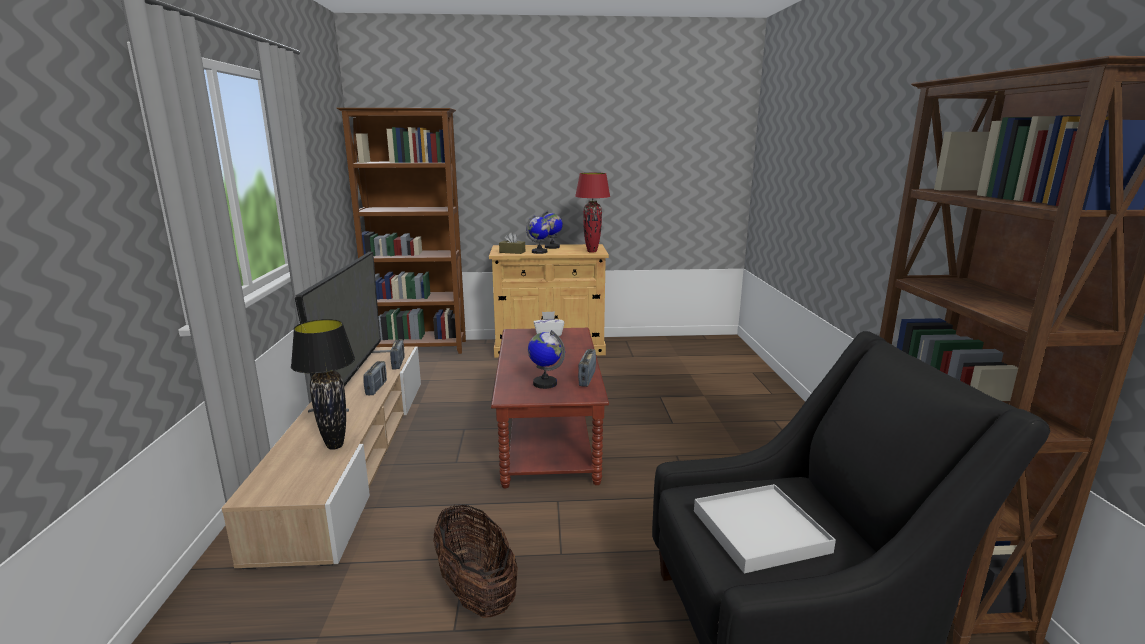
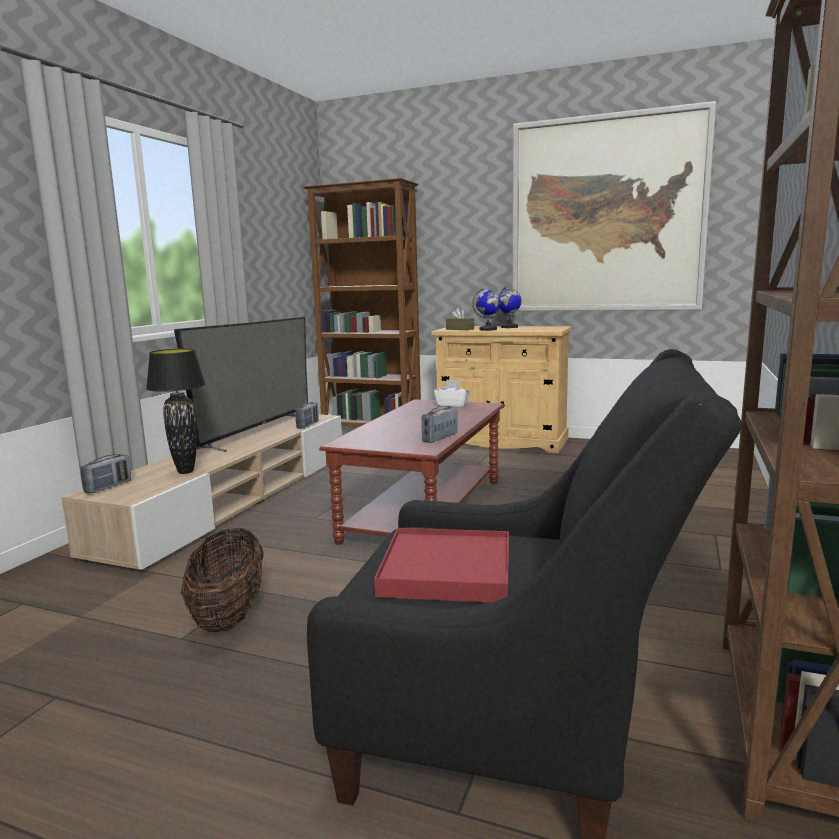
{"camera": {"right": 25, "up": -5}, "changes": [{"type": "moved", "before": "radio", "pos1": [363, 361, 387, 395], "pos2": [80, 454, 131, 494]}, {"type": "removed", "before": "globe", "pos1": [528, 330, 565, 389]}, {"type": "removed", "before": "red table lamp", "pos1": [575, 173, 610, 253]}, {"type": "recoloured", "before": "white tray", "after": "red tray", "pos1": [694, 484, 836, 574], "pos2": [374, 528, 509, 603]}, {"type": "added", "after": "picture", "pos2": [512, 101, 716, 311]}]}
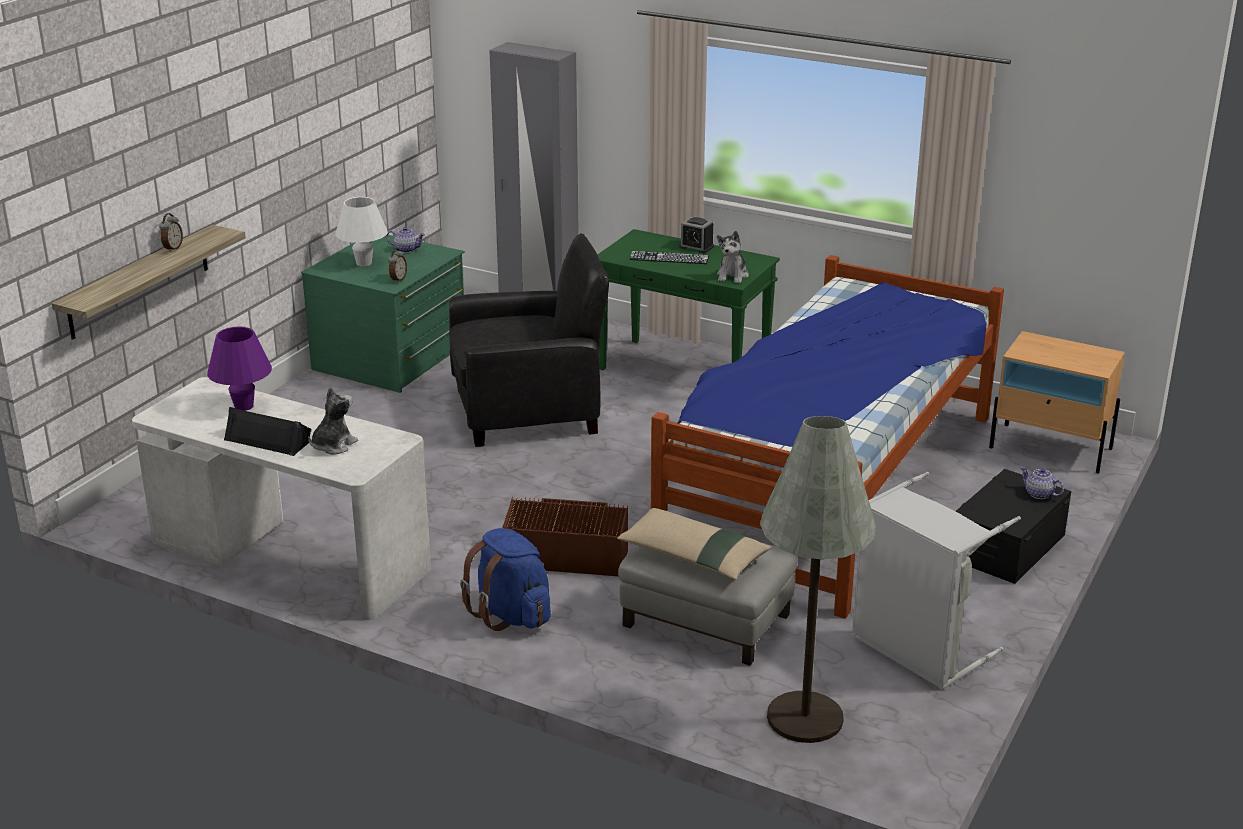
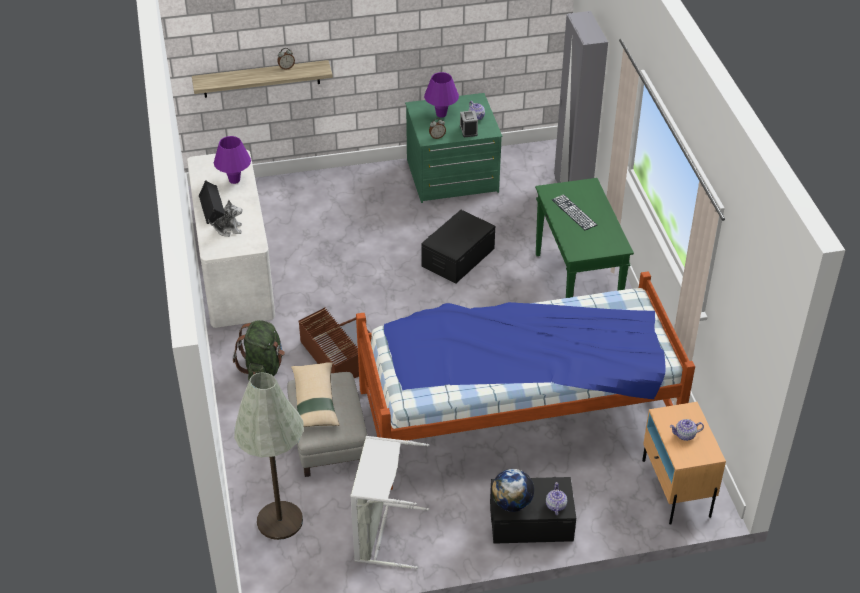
{"camera": {"right": 50, "up": 15}, "changes": [{"type": "recoloured", "before": "white table lamp", "after": "purple table lamp", "pos1": [336, 197, 388, 266], "pos2": [424, 72, 459, 118]}, {"type": "replaced", "before": "black armchair", "after": "black storage box", "pos1": [449, 233, 609, 447], "pos2": [421, 210, 495, 284]}, {"type": "recoloured", "before": "blue backpack", "after": "green backpack", "pos1": [460, 528, 551, 631], "pos2": [233, 320, 285, 380]}, {"type": "moved", "before": "alarm clock", "pos1": [679, 217, 714, 253], "pos2": [460, 110, 478, 137]}, {"type": "removed", "before": "plush toy", "pos1": [717, 231, 749, 284]}, {"type": "added", "after": "globe", "pos2": [492, 469, 534, 512]}, {"type": "added", "after": "teapot", "pos2": [670, 419, 704, 441]}]}
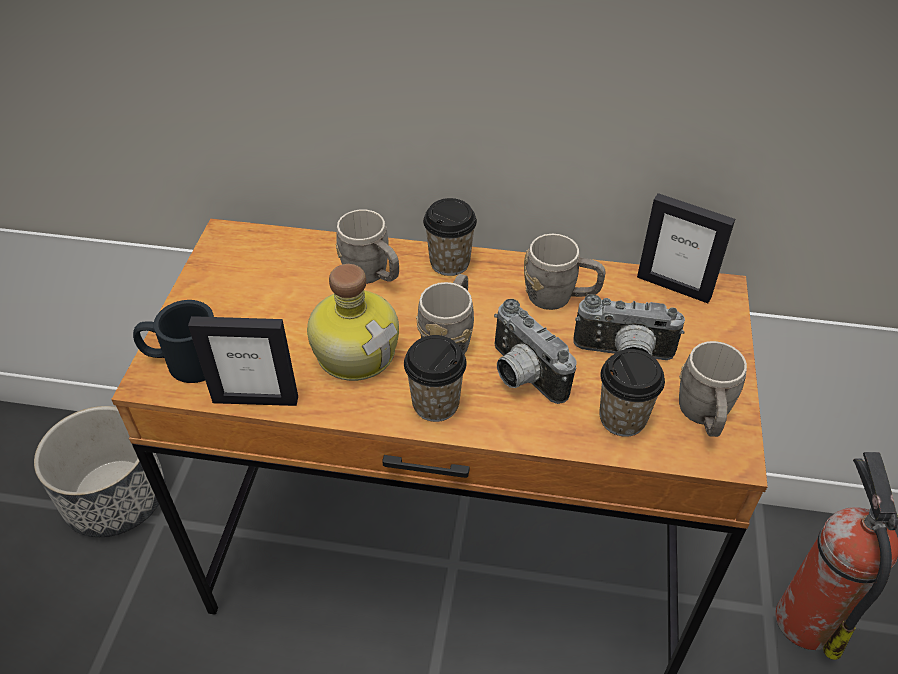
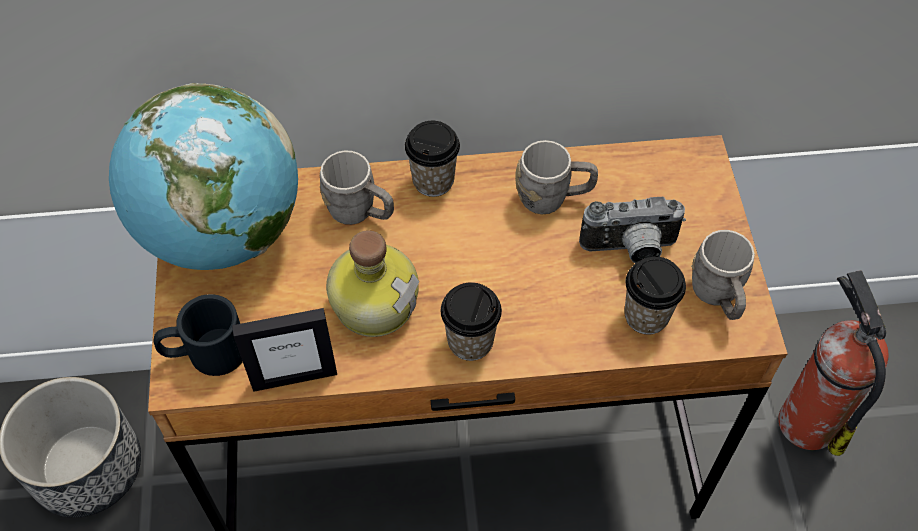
{"camera": {"right": -15, "up": 10}, "changes": [{"type": "removed", "before": "grey mug", "pos1": [416, 274, 474, 354]}, {"type": "removed", "before": "photo camera", "pos1": [494, 299, 576, 404]}, {"type": "removed", "before": "picture frame", "pos1": [637, 193, 735, 303]}, {"type": "added", "after": "globe", "pos2": [109, 83, 298, 270]}]}
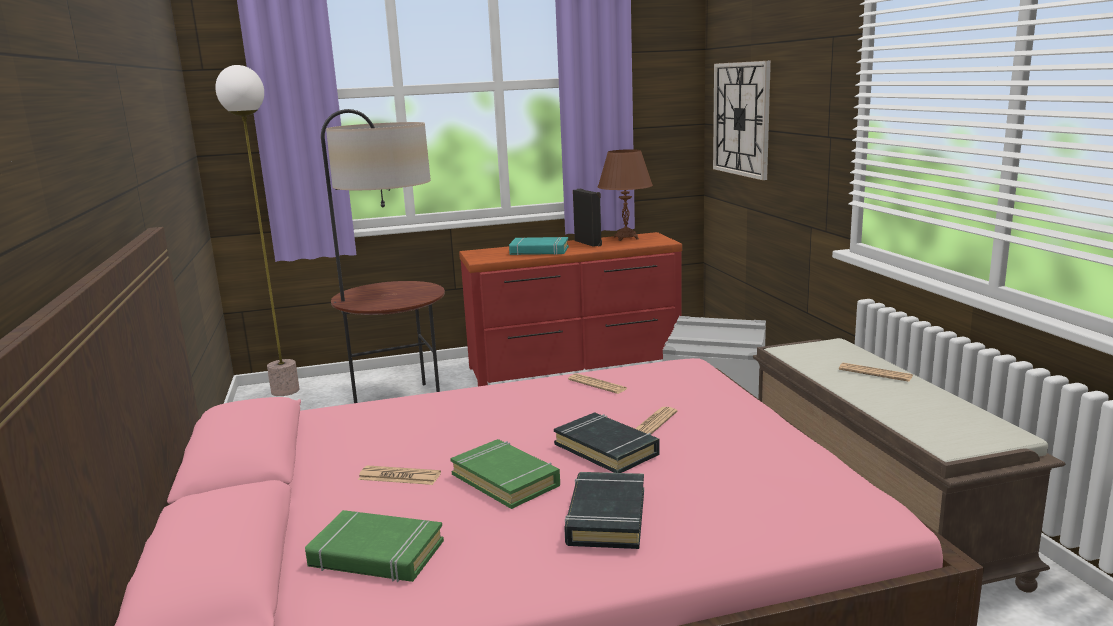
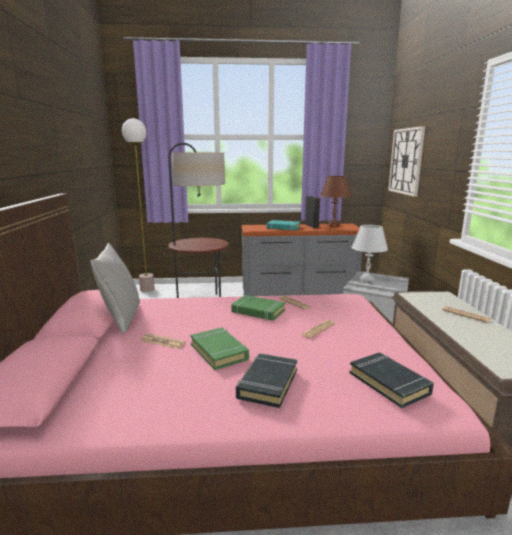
{"camera": {"right": 10, "up": 0}, "changes": [{"type": "moved", "before": "green book", "pos1": [305, 510, 444, 582], "pos2": [231, 295, 285, 321]}, {"type": "recoloured", "before": "red dresser", "after": "grey dresser", "pos1": [459, 232, 682, 386], "pos2": [242, 224, 362, 296]}, {"type": "moved", "before": "black book", "pos1": [554, 413, 660, 473], "pos2": [350, 352, 434, 408]}, {"type": "added", "after": "grey pillow", "pos2": [90, 243, 140, 334]}, {"type": "added", "after": "white table lamp", "pos2": [352, 224, 388, 283]}]}
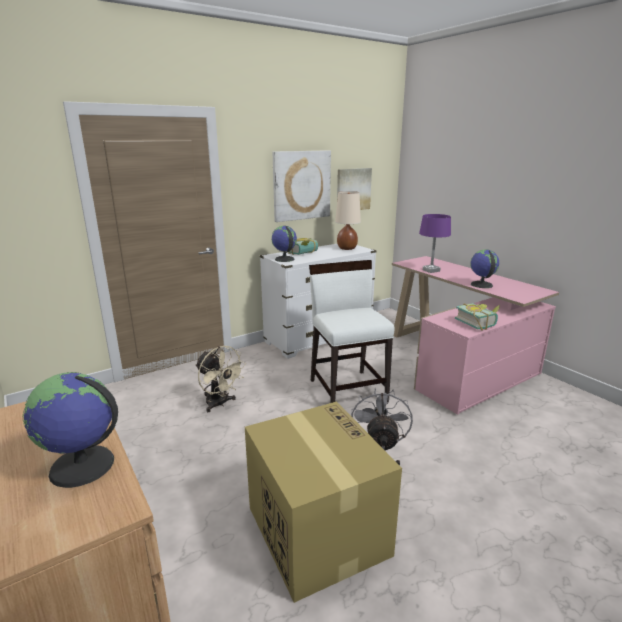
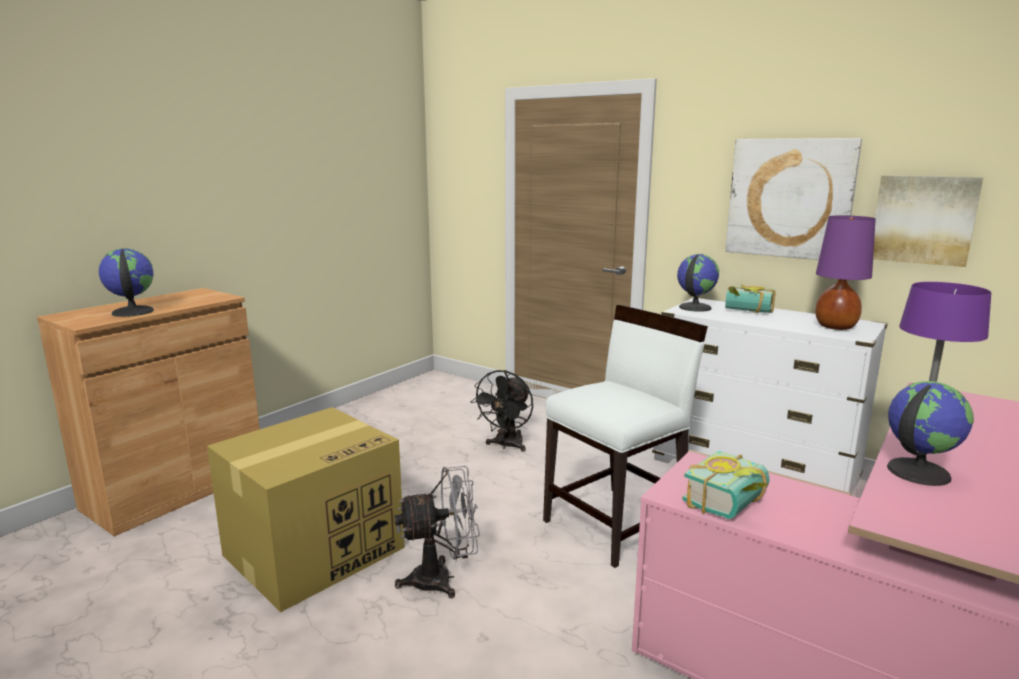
{"camera": {"right": 70, "up": -5}, "changes": [{"type": "recoloured", "before": "beige fan", "after": "black fan", "pos1": [195, 346, 246, 412], "pos2": [471, 370, 533, 452]}, {"type": "recoloured", "before": "beige table lamp", "after": "purple table lamp", "pos1": [335, 191, 361, 250], "pos2": [815, 215, 876, 330]}]}
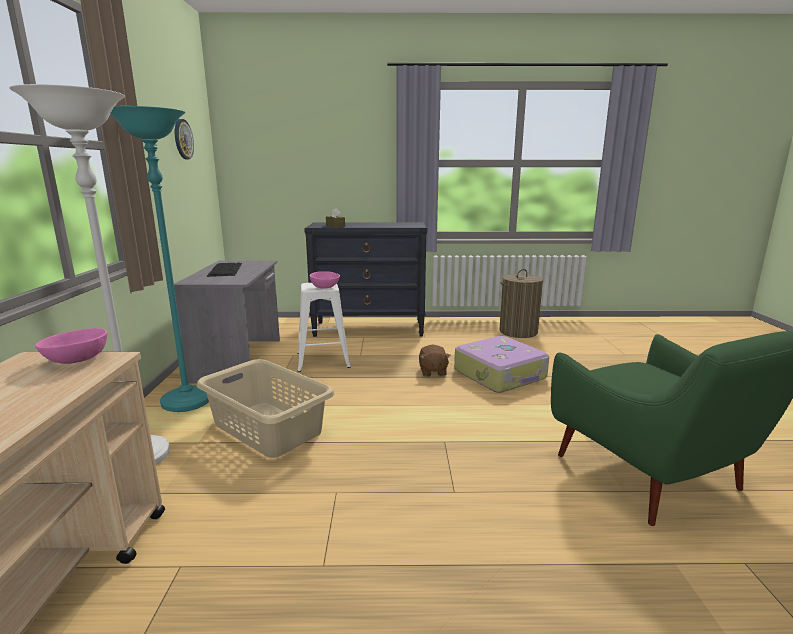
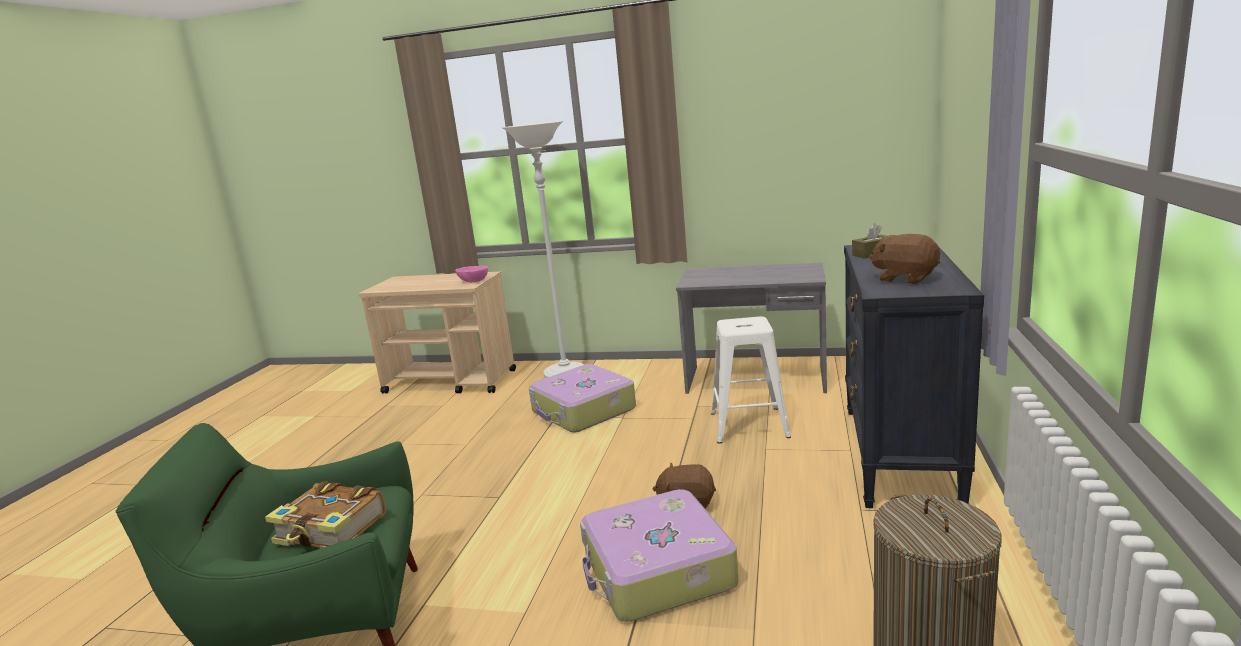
{"camera": {"right": 105, "up": 0}, "changes": [{"type": "removed", "before": "turquoise floor lamp", "pos1": [110, 106, 209, 412]}, {"type": "removed", "before": "wall clock", "pos1": [175, 119, 194, 159]}, {"type": "replaced", "before": "beige laundry basket", "after": "suitcase", "pos1": [197, 359, 334, 458], "pos2": [529, 364, 636, 433]}, {"type": "removed", "before": "keyboard", "pos1": [207, 262, 242, 277]}, {"type": "removed", "before": "pink bowl", "pos1": [310, 271, 340, 289]}, {"type": "added", "after": "book", "pos2": [265, 482, 386, 549]}, {"type": "added", "after": "brown plush toy", "pos2": [870, 234, 940, 284]}]}
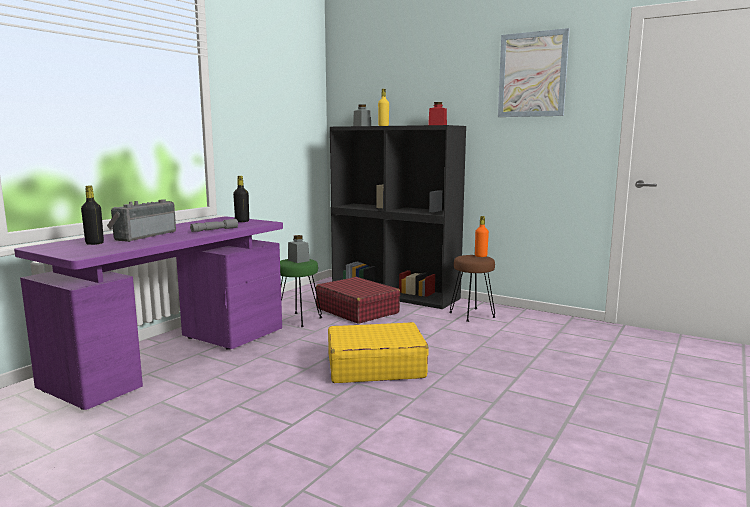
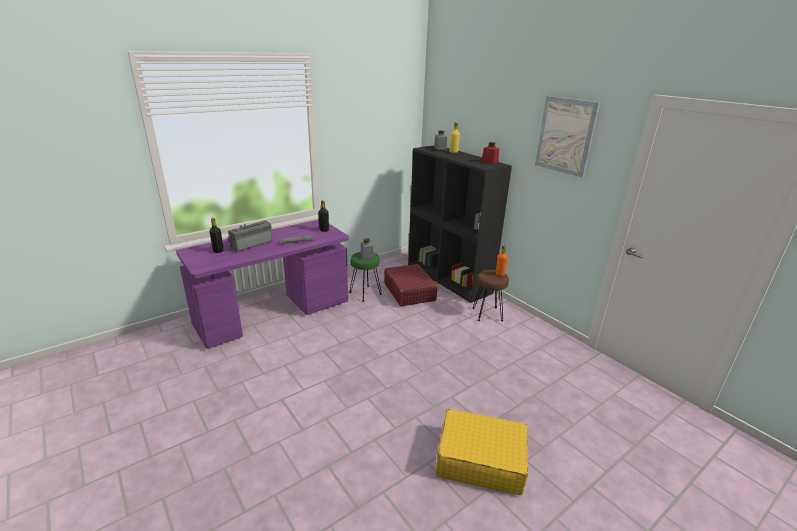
{"camera": {"right": 20, "up": 15}, "changes": [{"type": "moved", "before": "yellow suitcase", "pos1": [328, 322, 429, 383], "pos2": [436, 409, 528, 495]}]}
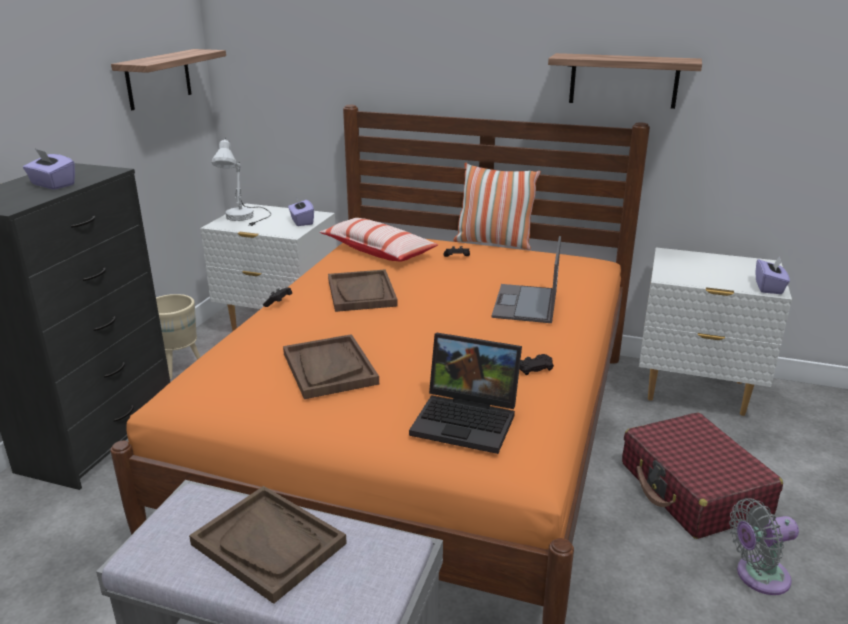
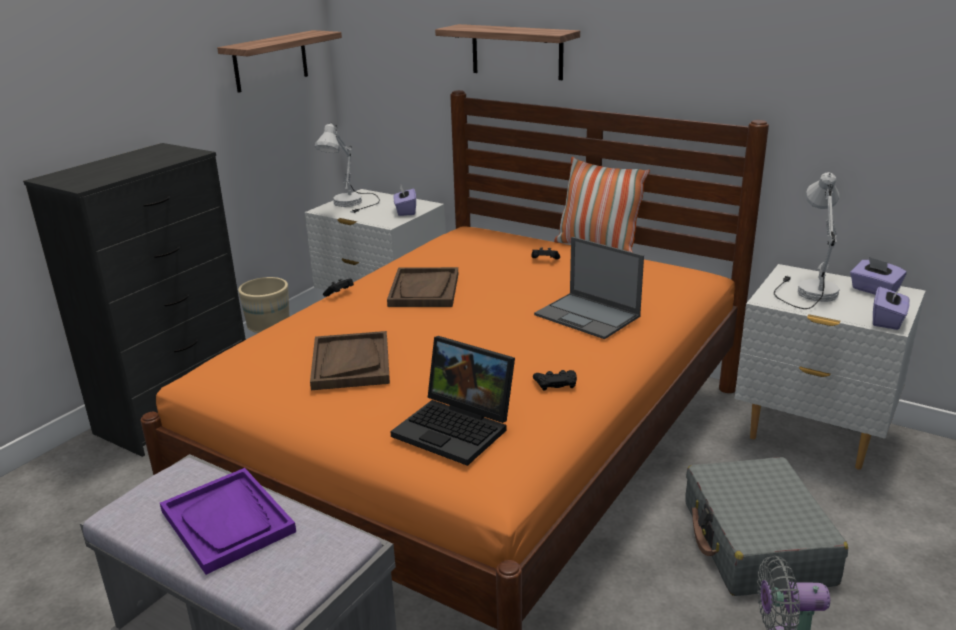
{"camera": {"right": 15, "up": 0}, "changes": [{"type": "moved", "before": "purple tissue box", "pos1": [23, 149, 75, 190], "pos2": [850, 257, 907, 295]}, {"type": "recoloured", "before": "brown tray", "after": "purple tray", "pos1": [189, 486, 347, 604], "pos2": [160, 468, 296, 575]}, {"type": "removed", "before": "pillow", "pos1": [320, 218, 438, 261]}, {"type": "turned", "before": "laptop", "pos1": [492, 236, 561, 323], "pos2": [534, 237, 644, 339], "turn": -75}, {"type": "moved", "before": "shelf", "pos1": [548, 53, 702, 109], "pos2": [435, 24, 580, 80]}, {"type": "recoloured", "before": "red suitcase", "after": "grey suitcase", "pos1": [622, 413, 783, 539], "pos2": [685, 457, 848, 596]}, {"type": "added", "after": "white table lamp", "pos2": [774, 172, 840, 309]}]}
